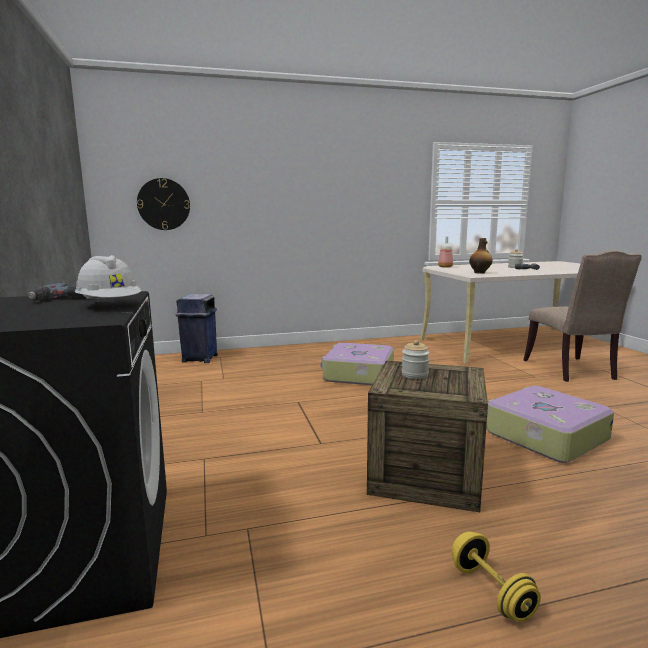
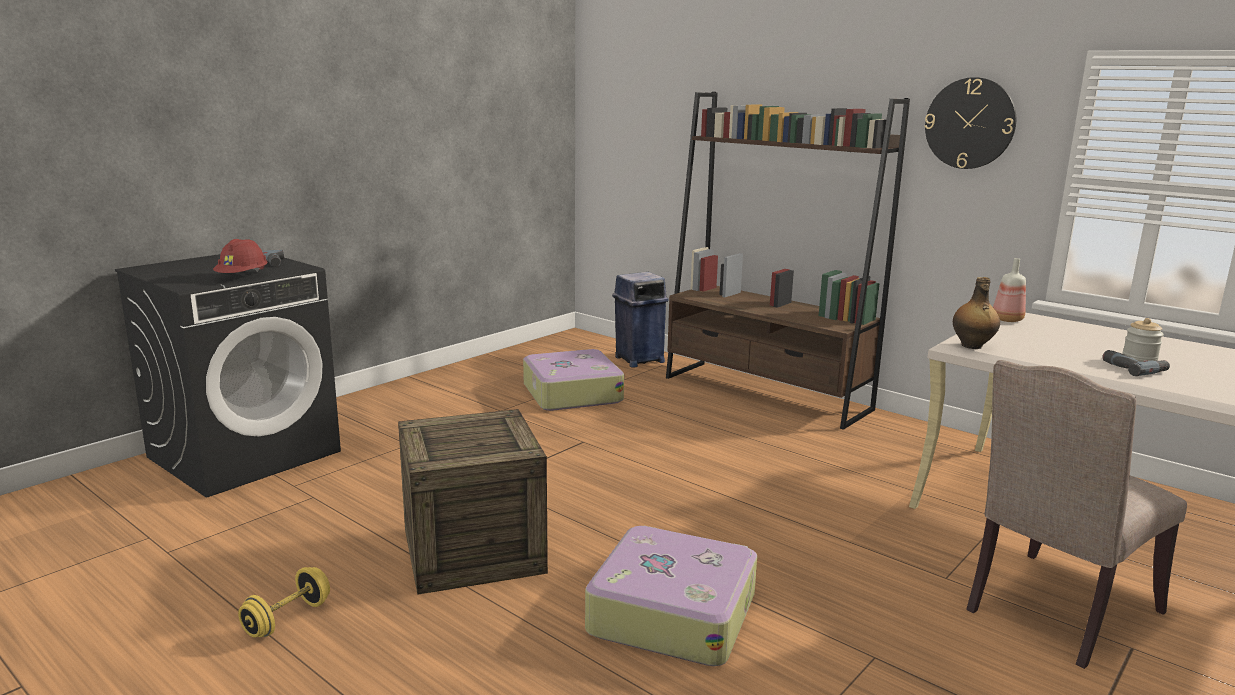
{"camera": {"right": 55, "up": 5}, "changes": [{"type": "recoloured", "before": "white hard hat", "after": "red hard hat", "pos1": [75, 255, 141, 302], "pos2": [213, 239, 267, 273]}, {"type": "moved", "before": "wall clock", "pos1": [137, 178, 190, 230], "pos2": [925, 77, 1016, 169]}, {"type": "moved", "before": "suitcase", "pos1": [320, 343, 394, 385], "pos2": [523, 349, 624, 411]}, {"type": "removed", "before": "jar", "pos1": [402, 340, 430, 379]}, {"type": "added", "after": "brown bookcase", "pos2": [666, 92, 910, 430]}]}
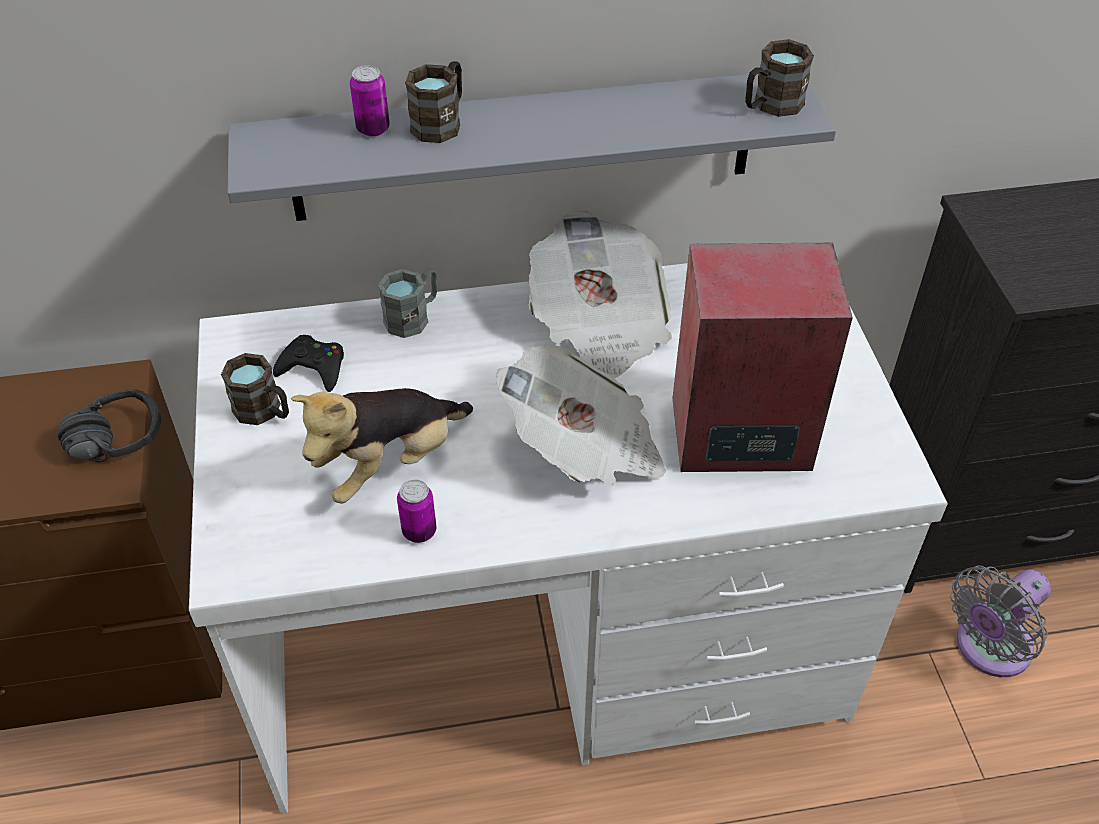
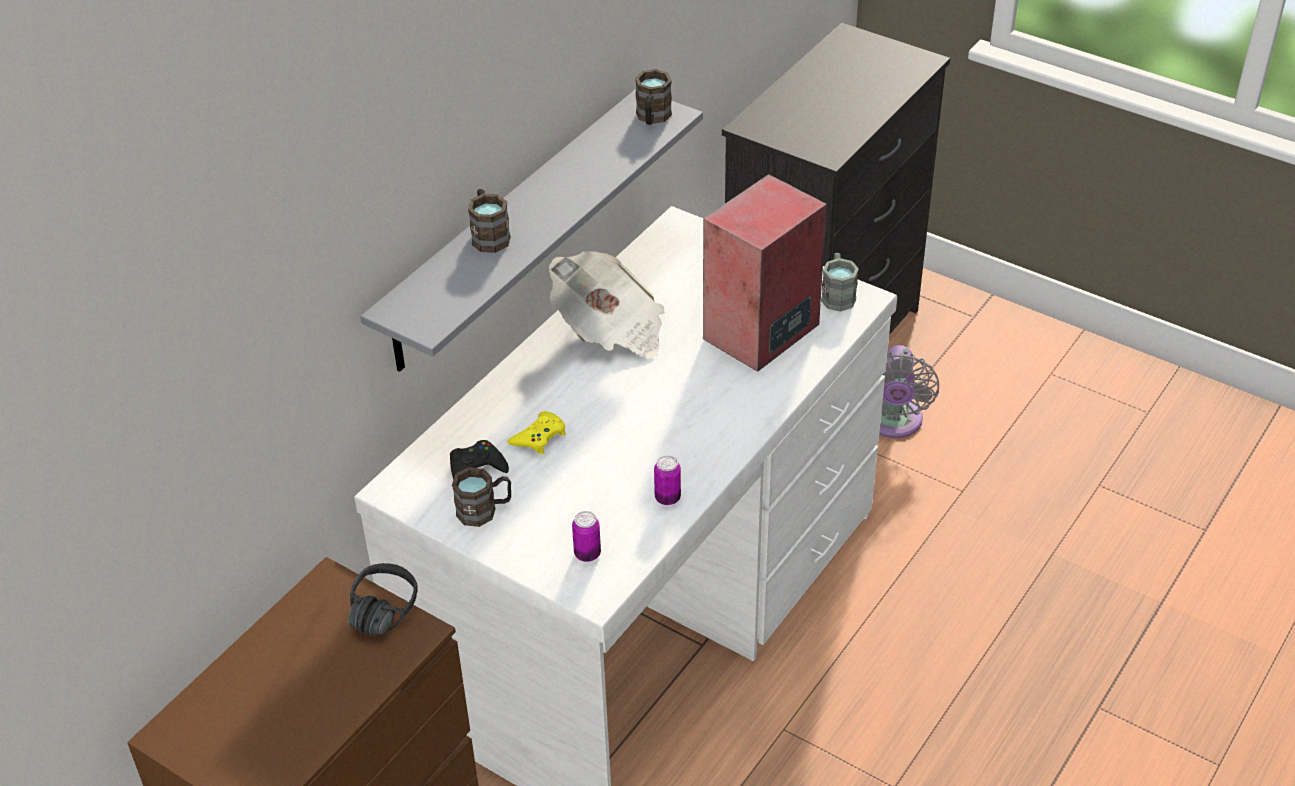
{"camera": {"right": -45, "up": -5}, "changes": [{"type": "removed", "before": "plush toy", "pos1": [291, 388, 473, 504]}, {"type": "moved", "before": "can", "pos1": [350, 65, 390, 137], "pos2": [572, 511, 601, 562]}, {"type": "moved", "before": "grey mug", "pos1": [378, 268, 437, 338], "pos2": [821, 253, 859, 312]}, {"type": "removed", "before": "newspaper", "pos1": [496, 345, 666, 486]}, {"type": "added", "after": "yellow game controller", "pos2": [507, 411, 566, 454]}]}
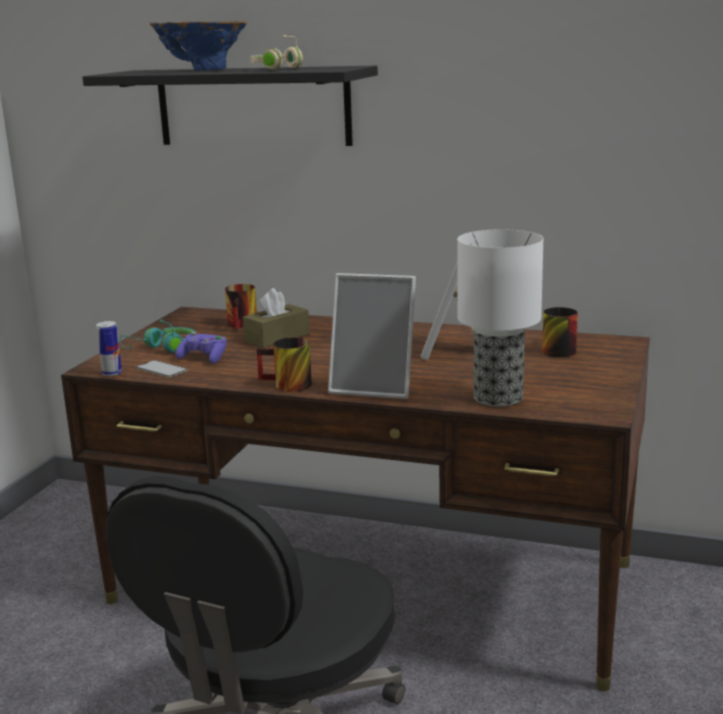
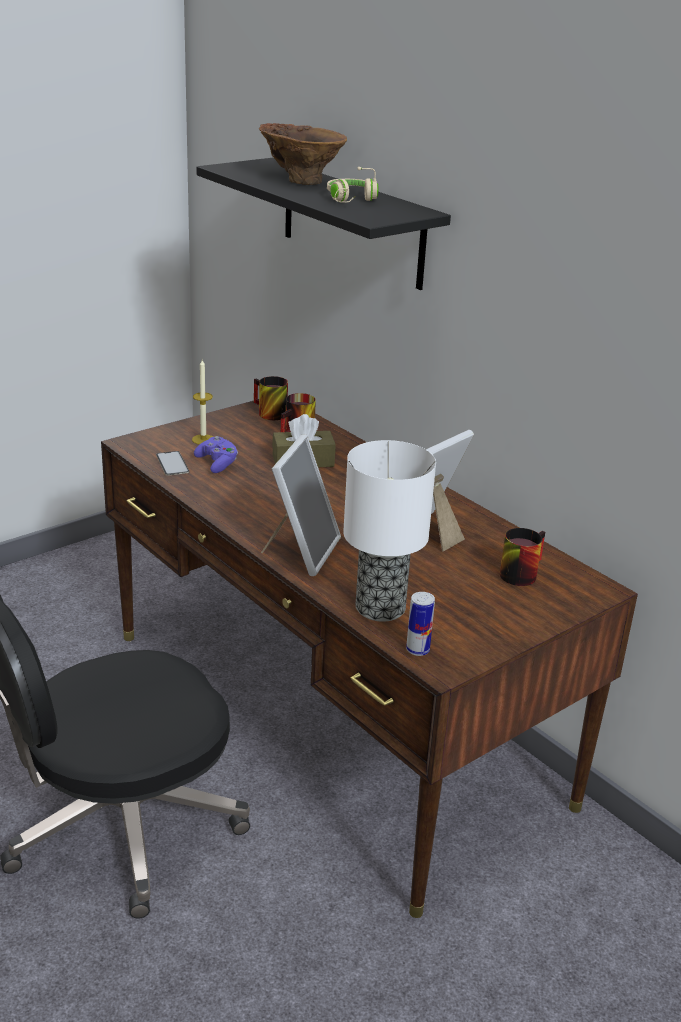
{"camera": {"right": 30, "up": 10}, "changes": [{"type": "moved", "before": "can", "pos1": [96, 321, 122, 376], "pos2": [406, 592, 435, 656]}, {"type": "replaced", "before": "turquoise headphones", "after": "candle", "pos1": [120, 320, 195, 353], "pos2": [192, 360, 213, 444]}, {"type": "recoloured", "before": "blue vase", "after": "brown vase", "pos1": [150, 21, 247, 71], "pos2": [259, 123, 347, 185]}, {"type": "moved", "before": "mug", "pos1": [257, 337, 312, 392], "pos2": [254, 376, 288, 420]}, {"type": "turned", "before": "picture frame", "pos1": [328, 273, 416, 399], "pos2": [261, 434, 341, 576], "turn": -120}]}
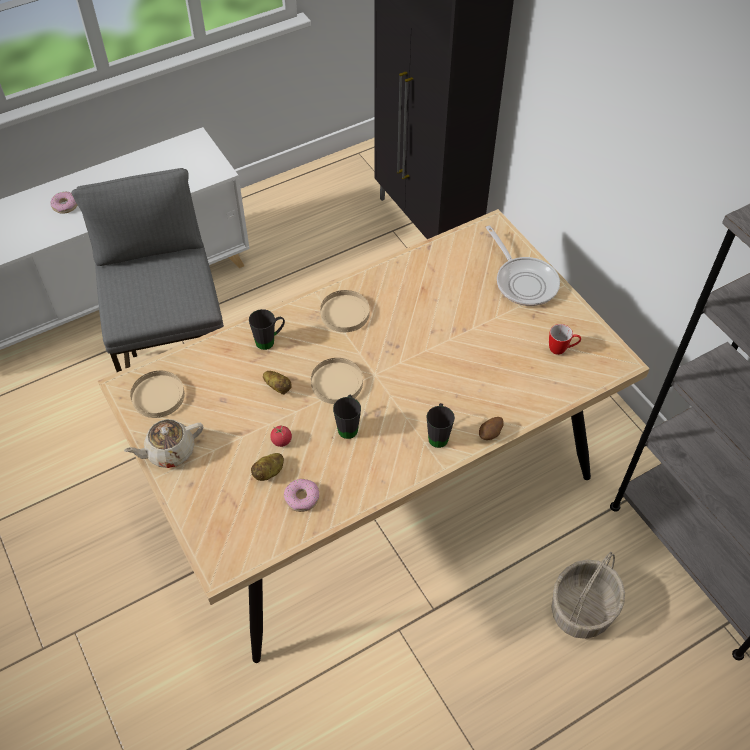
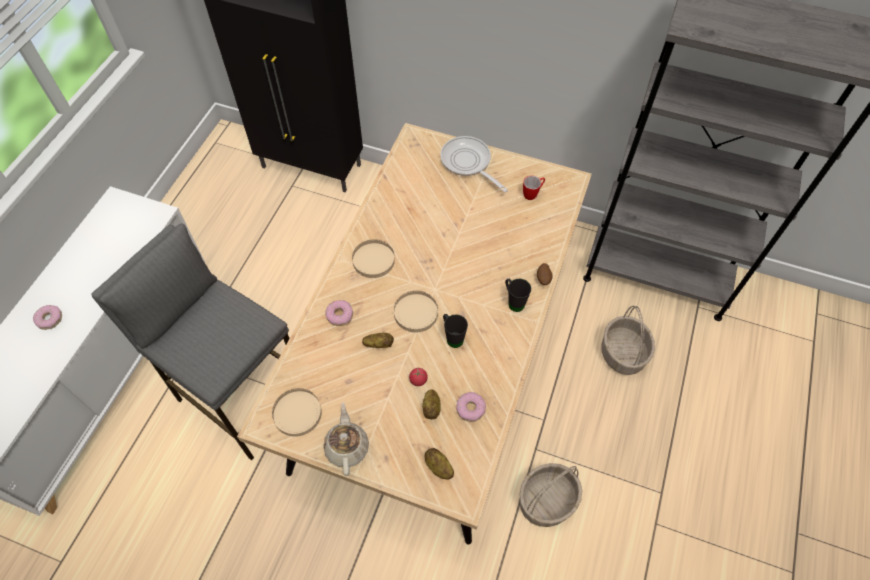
{"camera": {"right": -40, "up": 5}, "changes": [{"type": "turned", "before": "beige teapot", "pos1": [124, 419, 203, 468], "pos2": [323, 402, 369, 476], "turn": 150}, {"type": "replaced", "before": "black mug", "after": "donut", "pos1": [249, 309, 285, 350], "pos2": [325, 300, 353, 326]}, {"type": "turned", "before": "frying pan", "pos1": [486, 225, 560, 306], "pos2": [440, 136, 508, 193], "turn": -150}, {"type": "added", "after": "potato", "pos2": [424, 448, 454, 480]}, {"type": "added", "after": "basket", "pos2": [519, 463, 582, 527]}]}
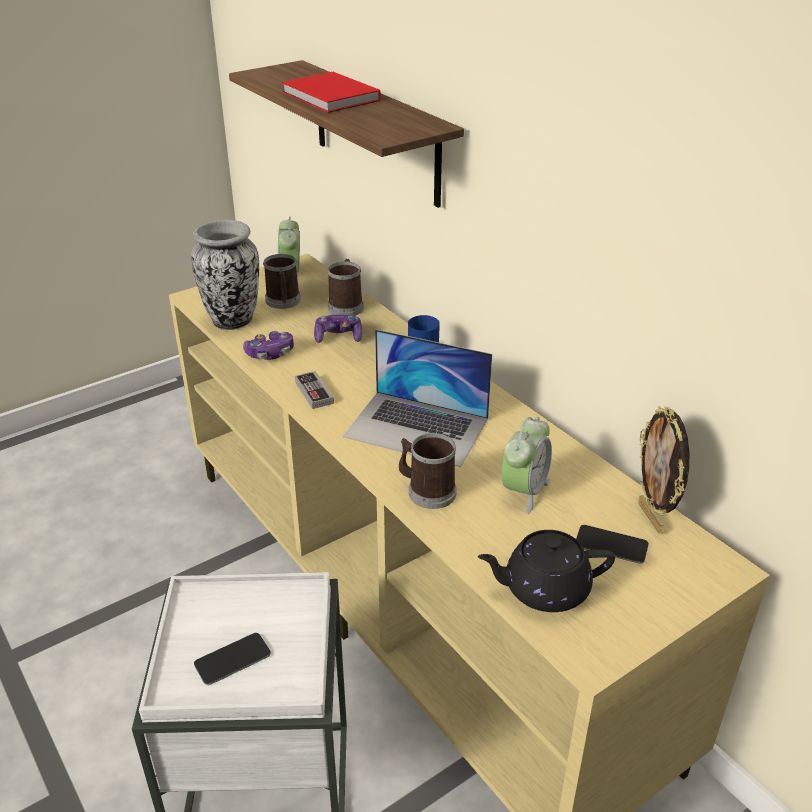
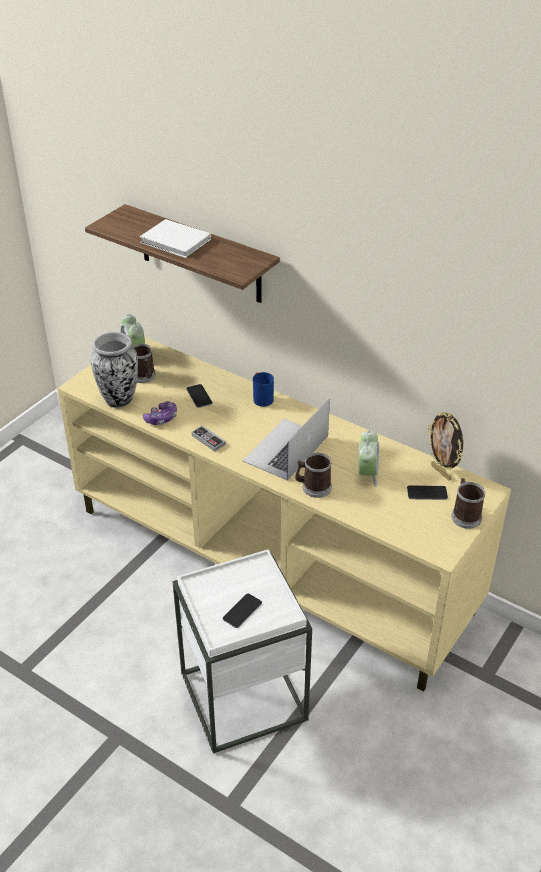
{"camera": {"right": -20, "up": 5}, "changes": [{"type": "recoloured", "before": "red book", "after": "white book", "pos1": [282, 72, 381, 113], "pos2": [140, 219, 211, 258]}, {"type": "replaced", "before": "game controller", "after": "phone", "pos1": [314, 314, 362, 343], "pos2": [186, 384, 212, 408]}, {"type": "moved", "before": "mug", "pos1": [327, 259, 364, 316], "pos2": [451, 478, 485, 529]}, {"type": "turned", "before": "laptop", "pos1": [343, 329, 492, 467], "pos2": [243, 398, 330, 481], "turn": 120}, {"type": "removed", "before": "black teapot", "pos1": [478, 530, 615, 612]}]}
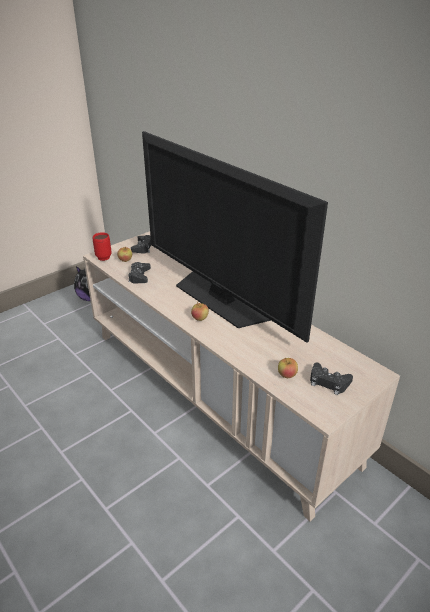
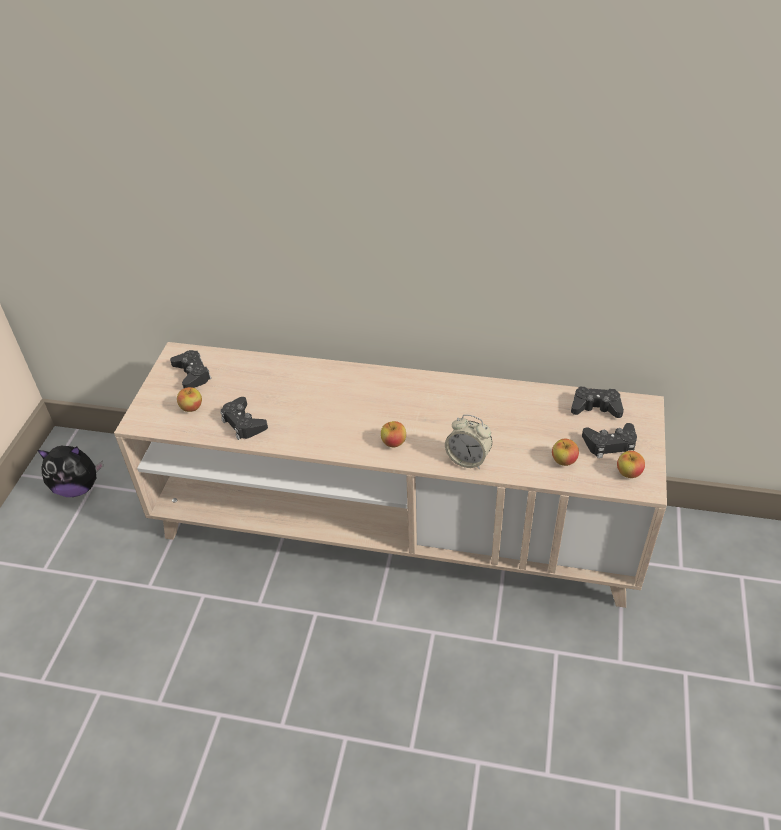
{"camera": {"right": -35, "up": 10}, "changes": [{"type": "removed", "before": "red mug", "pos1": [93, 232, 111, 261]}, {"type": "removed", "before": "television", "pos1": [142, 131, 328, 343]}, {"type": "added", "after": "alarm clock", "pos2": [445, 414, 492, 469]}, {"type": "added", "after": "black game controller", "pos2": [571, 387, 624, 418]}, {"type": "added", "after": "apple", "pos2": [617, 450, 645, 478]}]}
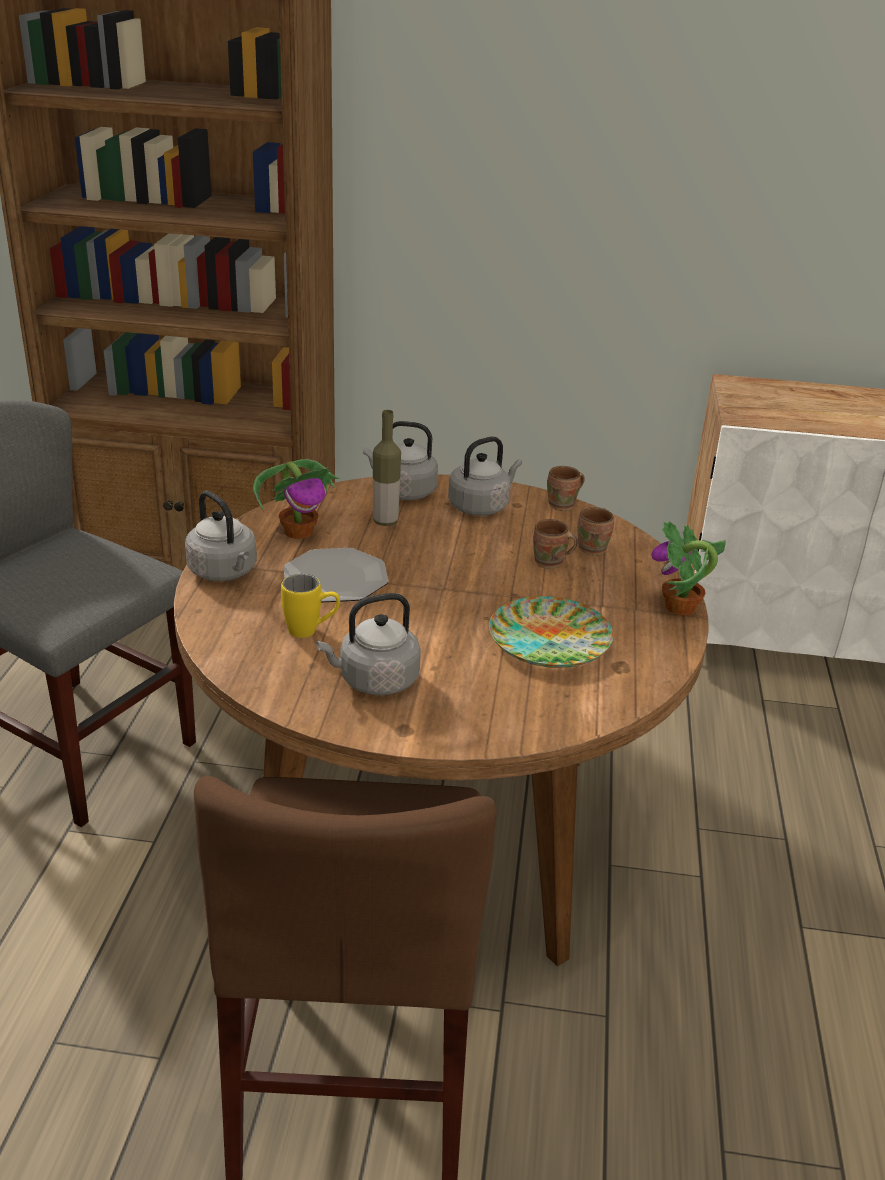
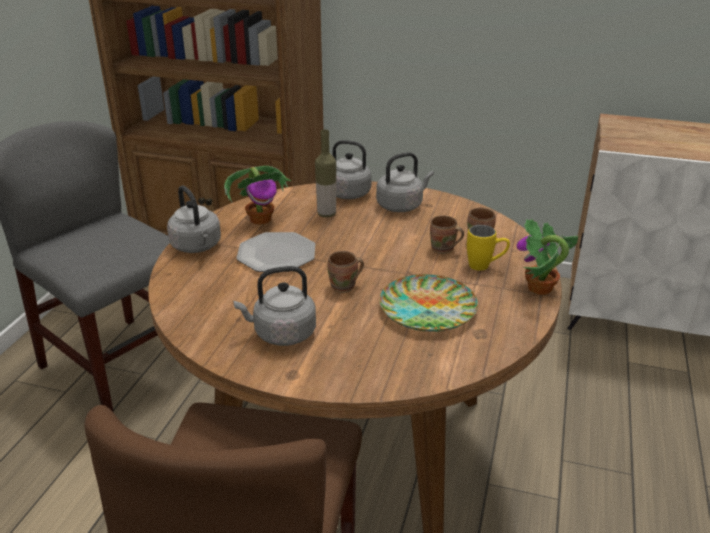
{"camera": {"right": 10, "up": 0}, "changes": [{"type": "moved", "before": "yellow mug", "pos1": [281, 574, 340, 638], "pos2": [467, 225, 510, 271]}, {"type": "moved", "before": "brown mug", "pos1": [547, 466, 585, 511], "pos2": [327, 251, 364, 293]}]}
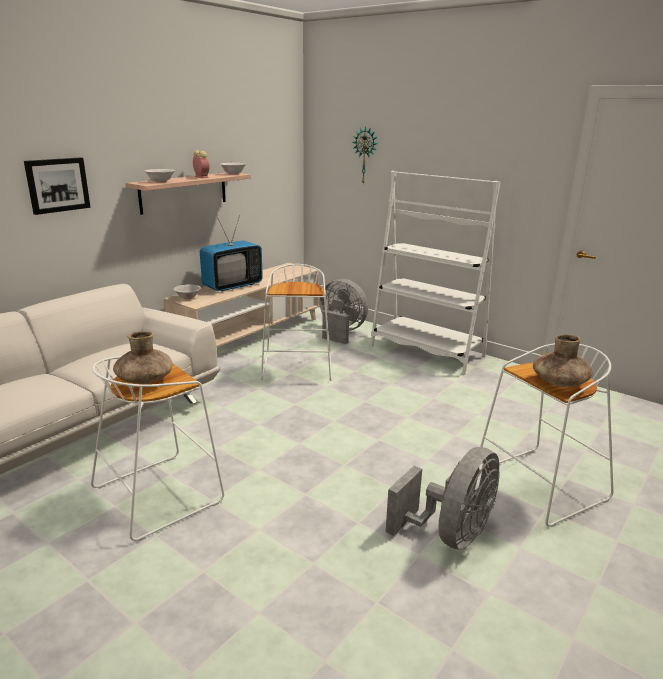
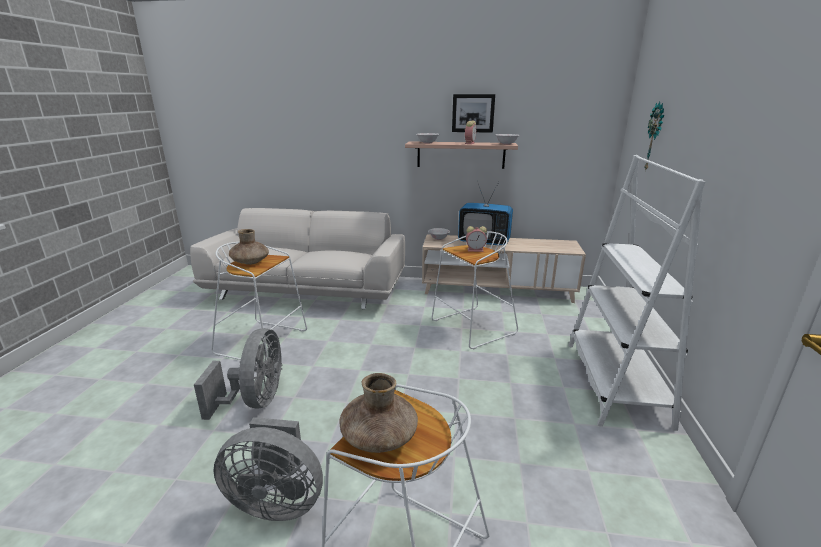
{"camera": {"right": 60, "up": 0}, "changes": [{"type": "moved", "before": "picture", "pos1": [24, 157, 91, 215], "pos2": [452, 94, 495, 133]}, {"type": "moved", "before": "grey fan", "pos1": [320, 279, 368, 344], "pos2": [194, 328, 283, 420]}, {"type": "added", "after": "alarm clock", "pos2": [466, 226, 487, 252]}]}
